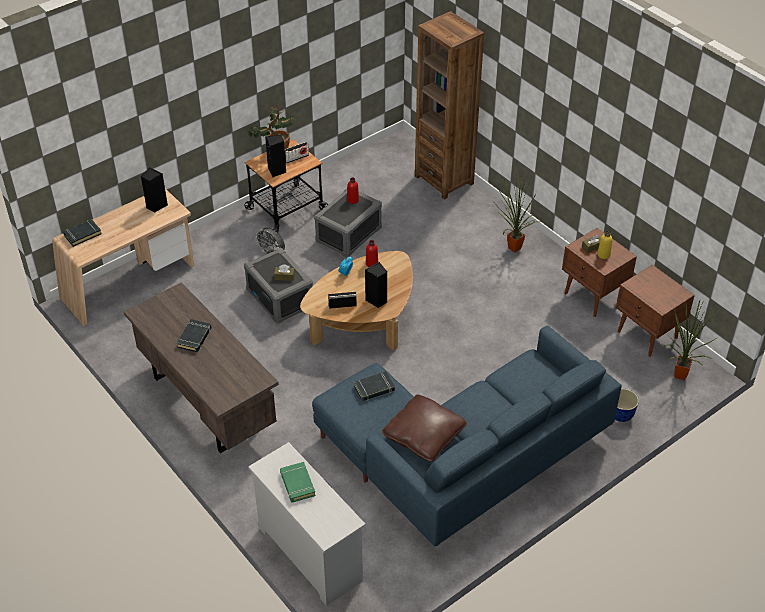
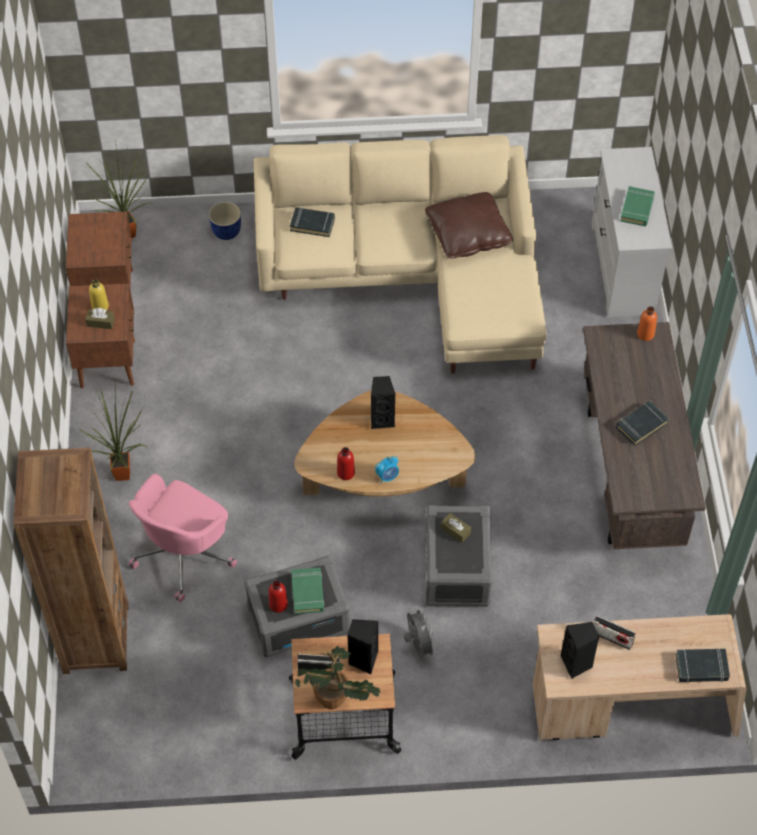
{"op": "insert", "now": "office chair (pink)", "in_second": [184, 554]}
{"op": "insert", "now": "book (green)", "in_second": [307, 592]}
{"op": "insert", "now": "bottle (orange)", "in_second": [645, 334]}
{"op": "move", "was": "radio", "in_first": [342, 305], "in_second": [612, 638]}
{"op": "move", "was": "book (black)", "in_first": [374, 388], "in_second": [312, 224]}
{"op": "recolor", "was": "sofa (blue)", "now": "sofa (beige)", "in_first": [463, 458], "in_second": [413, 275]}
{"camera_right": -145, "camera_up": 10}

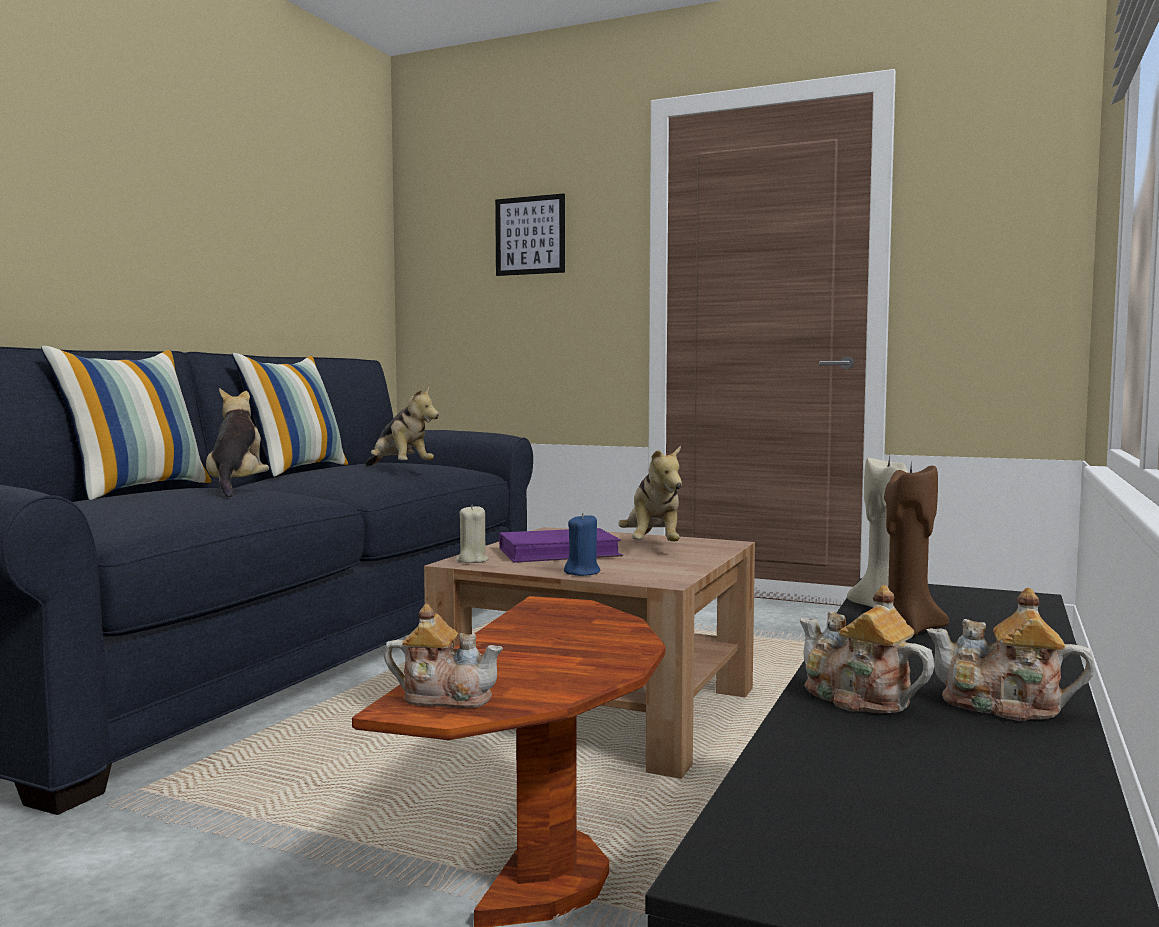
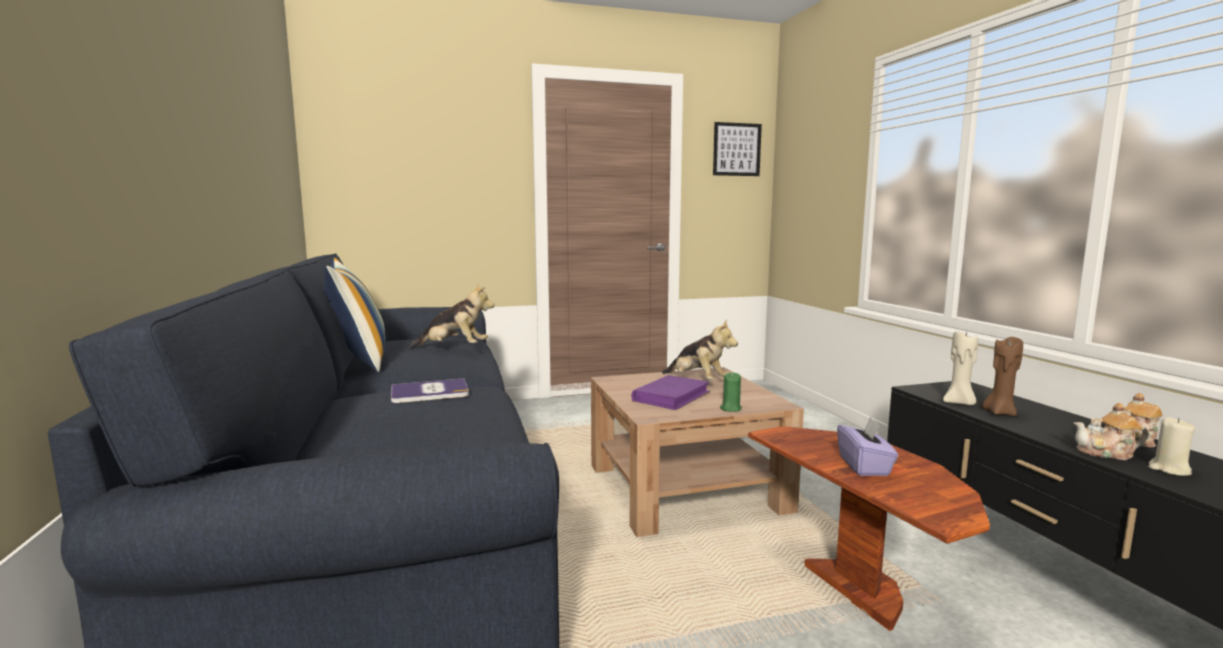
{"op": "delete", "was": "pillow", "in_first": [136, 490]}
{"op": "delete", "was": "teapot", "in_first": [445, 697]}
{"op": "insert", "now": "tissue box (purple)", "in_second": [864, 466]}
{"op": "move", "was": "candle (beige)", "in_first": [472, 560], "in_second": [1169, 469]}
{"op": "move", "was": "picture", "in_first": [530, 235], "in_second": [736, 149]}
{"op": "replace", "was": "plush toy", "now": "book", "in_first": [237, 488], "in_second": [429, 392]}
{"op": "recolor", "was": "candle (blue)", "now": "candle (green)", "in_first": [582, 572], "in_second": [730, 408]}
{"camera_right": -40, "camera_up": 5}

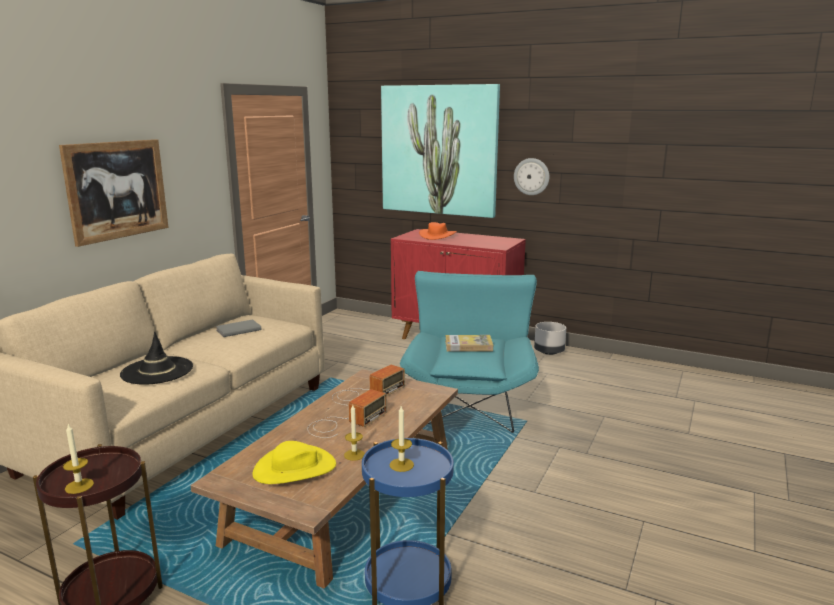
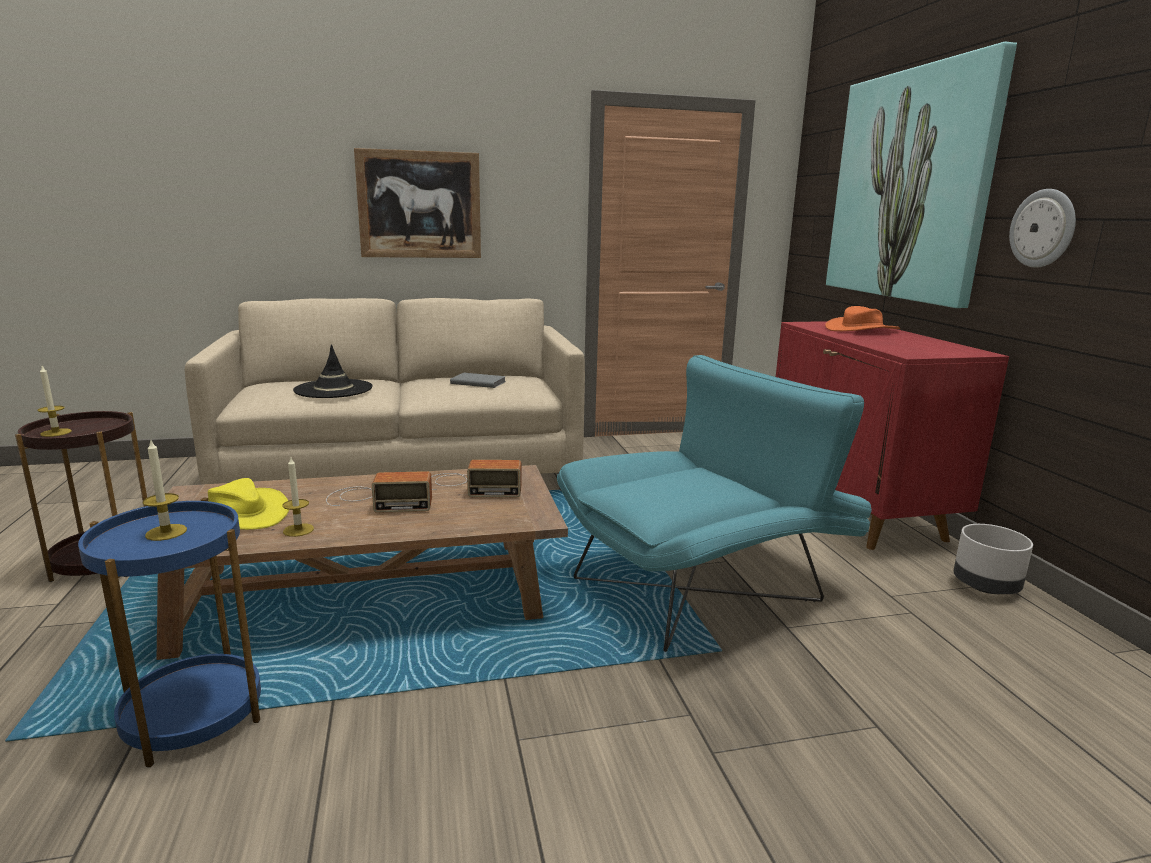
{"op": "delete", "was": "book", "in_first": [468, 345]}
{"camera_right": 50, "camera_up": 0}

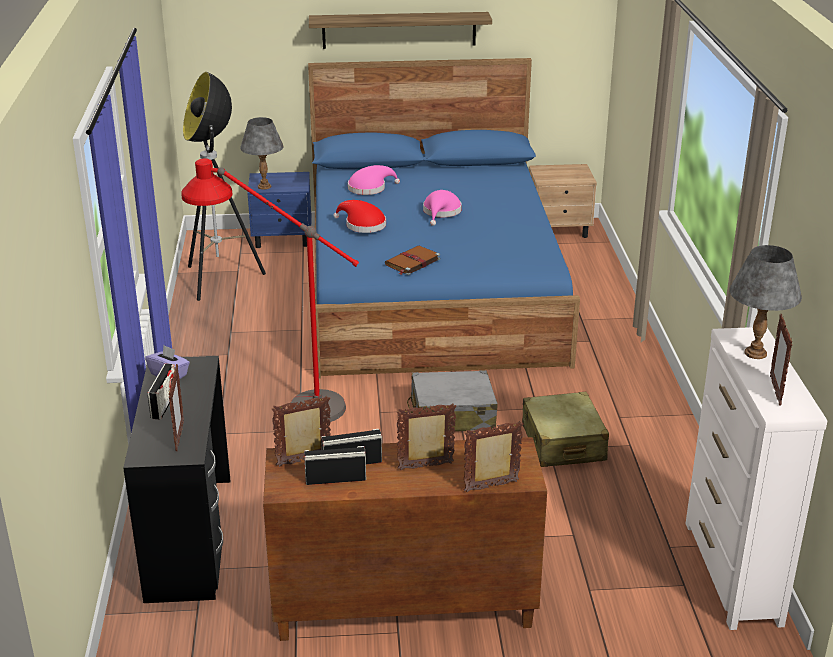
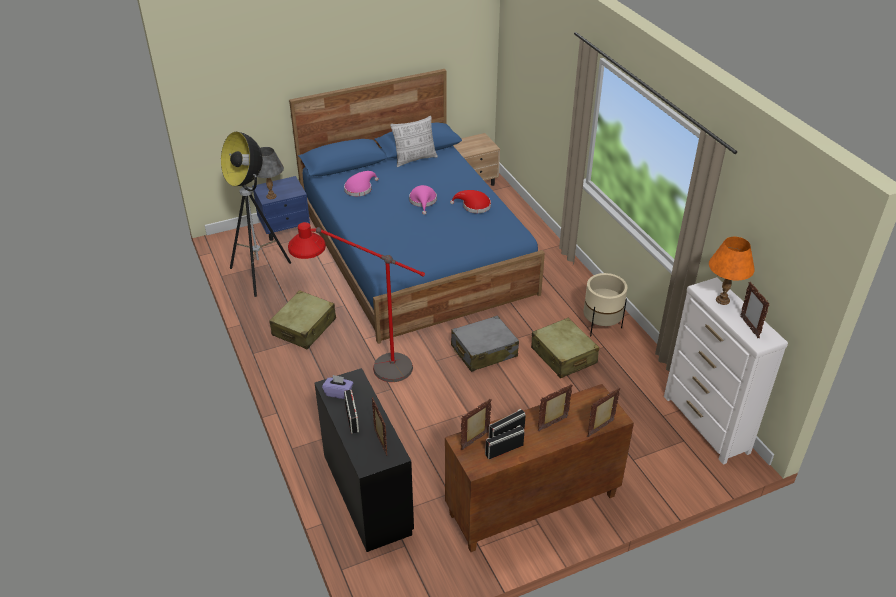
{"op": "delete", "was": "shelf", "in_first": [399, 30]}
{"op": "delete", "was": "book (brown)", "in_first": [412, 262]}
{"op": "insert", "now": "suitcase (beige)", "in_second": [304, 327]}
{"op": "insert", "now": "pillow", "in_second": [415, 159]}
{"op": "insert", "now": "planter (beige)", "in_second": [601, 326]}
{"op": "move", "was": "hat (red)", "in_first": [362, 225], "in_second": [474, 206]}
{"op": "recolor", "was": "table lamp (grey)", "now": "table lamp (orange)", "in_first": [755, 353], "in_second": [722, 300]}
{"camera_right": -20, "camera_up": 10}

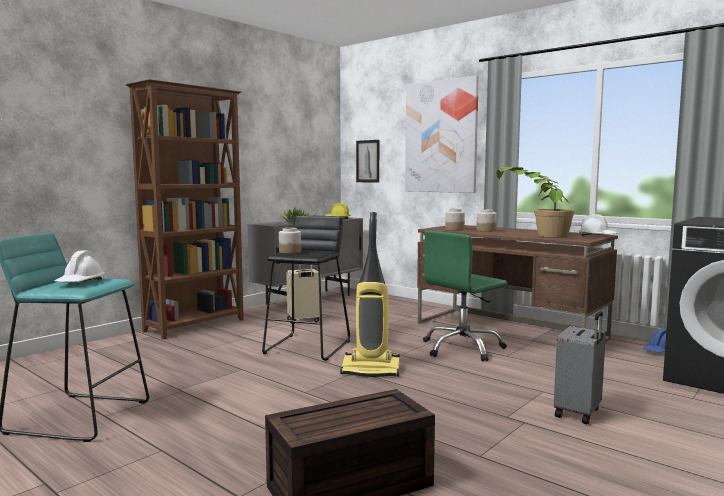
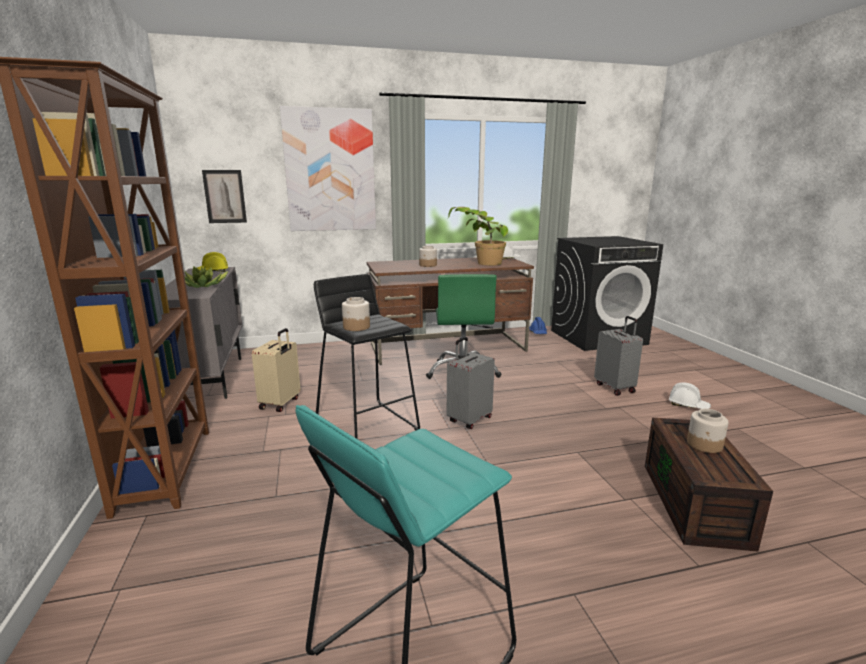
{"op": "move", "was": "hard hat (white)", "in_first": [80, 282], "in_second": [688, 405]}
{"op": "move", "was": "jar", "in_first": [454, 229], "in_second": [704, 445]}
{"op": "replace", "was": "vacuum cleaner", "now": "suitcase (grey)", "in_first": [371, 370], "in_second": [469, 419]}
{"camera_right": -55, "camera_up": 10}

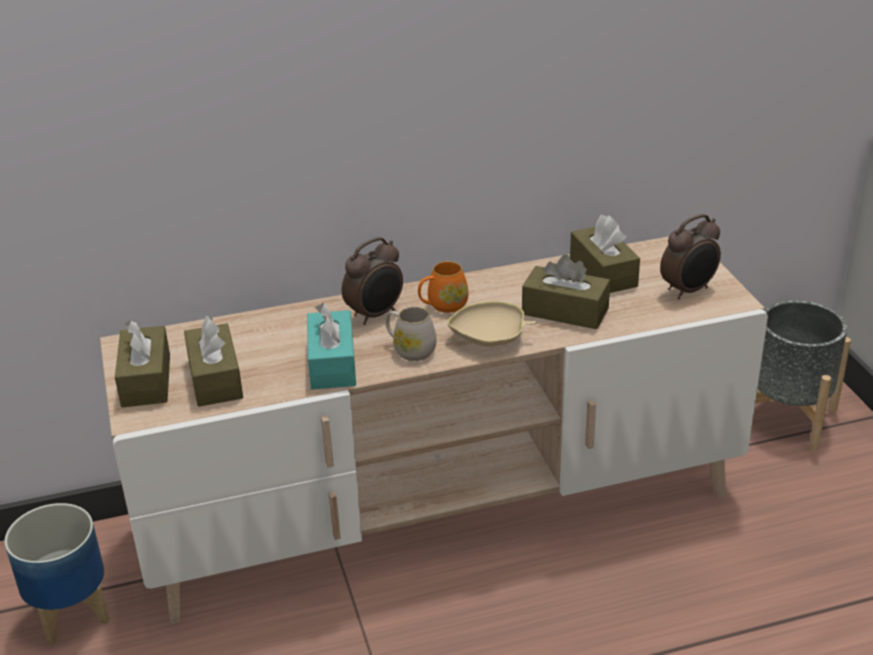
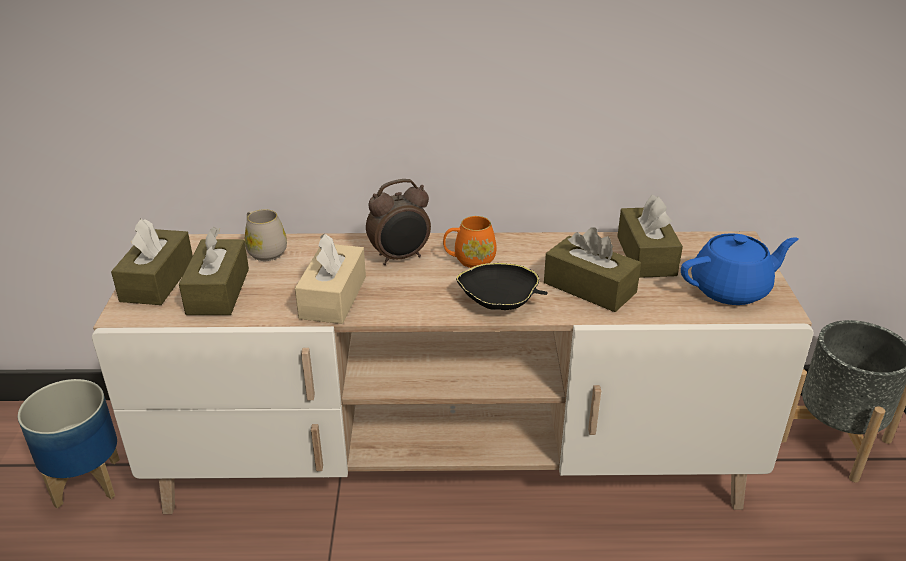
{"op": "move", "was": "mug (white)", "in_first": [410, 350], "in_second": [264, 250]}
{"op": "replace", "was": "alarm clock", "now": "teapot (blue)", "in_first": [688, 290], "in_second": [731, 289]}
{"op": "recolor", "was": "tissue box (turquoise)", "now": "tissue box (beige)", "in_first": [332, 364], "in_second": [333, 297]}
{"op": "recolor", "was": "bowl (beige)", "now": "bowl (black)", "in_first": [490, 339], "in_second": [500, 302]}
{"camera_right": 15, "camera_up": 0}

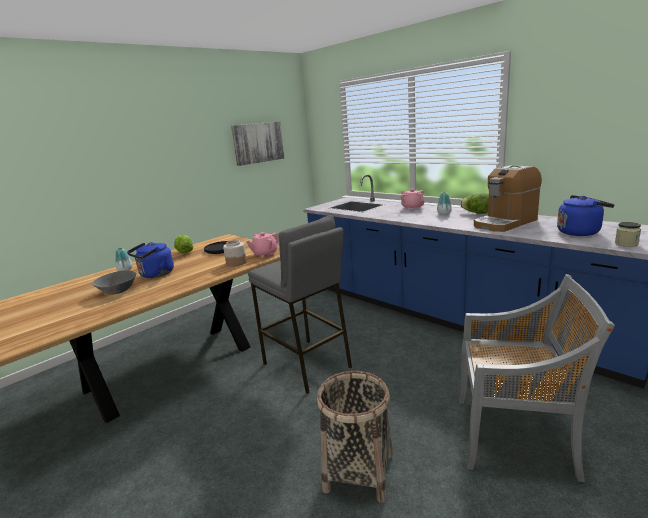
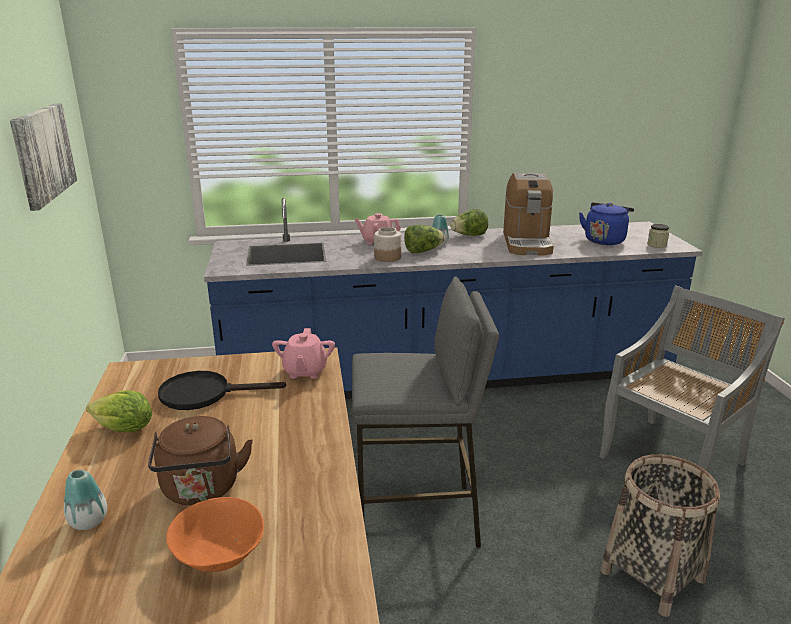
{"op": "insert", "now": "lettuce", "in_second": [423, 251]}
{"op": "move", "was": "jar", "in_first": [236, 263], "in_second": [387, 257]}
{"op": "recolor", "was": "bowl (grey)", "now": "bowl (orange)", "in_first": [117, 291], "in_second": [218, 555]}
{"op": "recolor", "was": "kettle (blue)", "now": "kettle (brown)", "in_first": [155, 275], "in_second": [201, 490]}
{"camera_right": -55, "camera_up": 5}

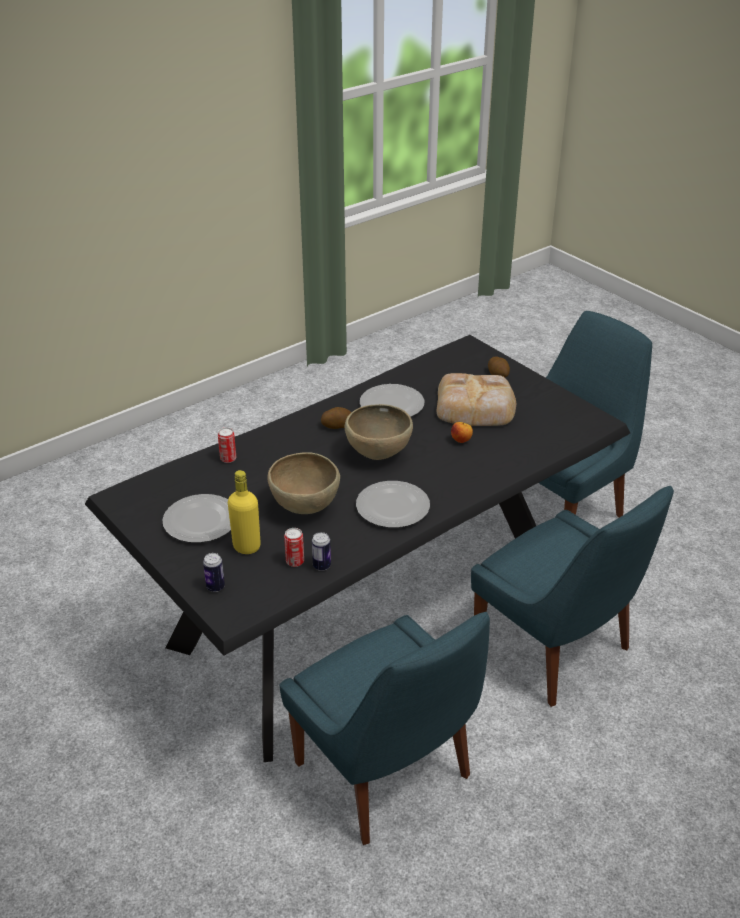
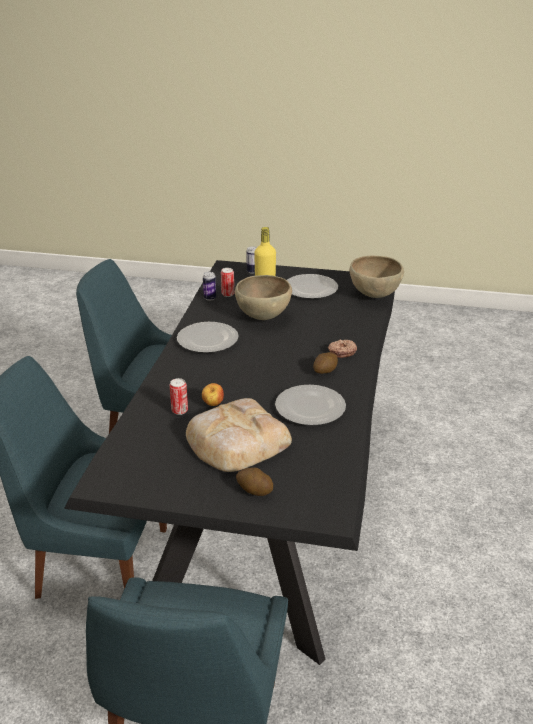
{"op": "insert", "now": "donut", "in_second": [342, 352]}
{"op": "move", "was": "can", "in_first": [228, 459], "in_second": [179, 411]}
{"op": "move", "was": "bowl (brown)", "in_first": [378, 455], "in_second": [374, 295]}
{"camera_right": 140, "camera_up": -5}

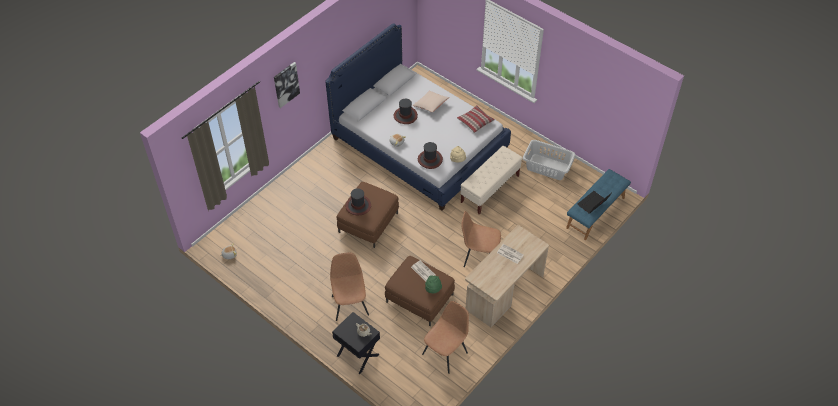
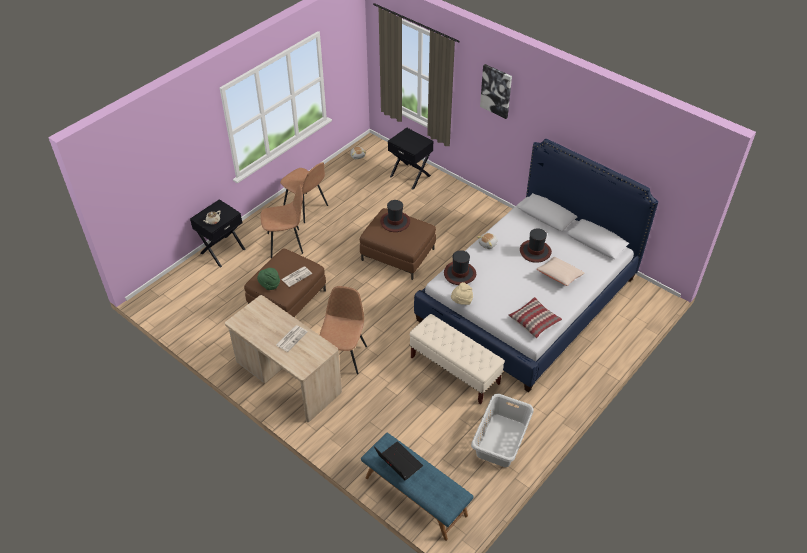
{"op": "insert", "now": "nightstand (black)", "in_second": [410, 176]}
{"op": "move", "was": "chair (brown)", "in_first": [445, 352], "in_second": [306, 208]}
{"camera_right": 90, "camera_up": -5}

